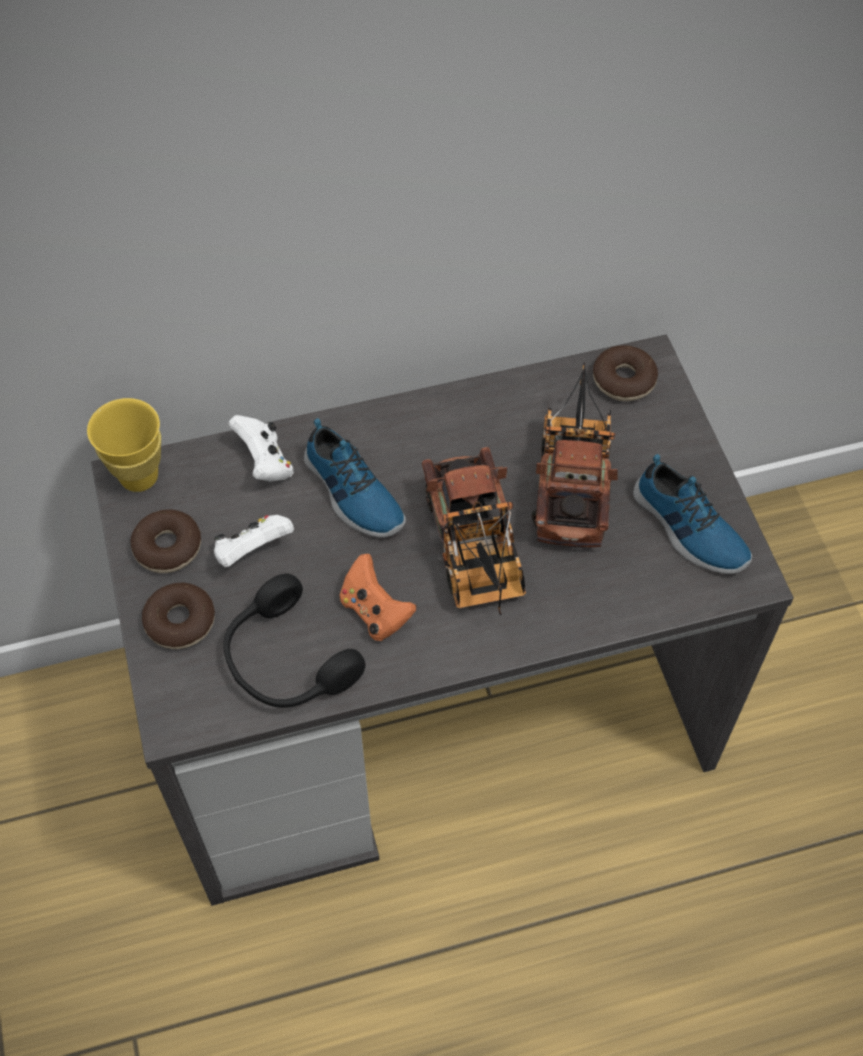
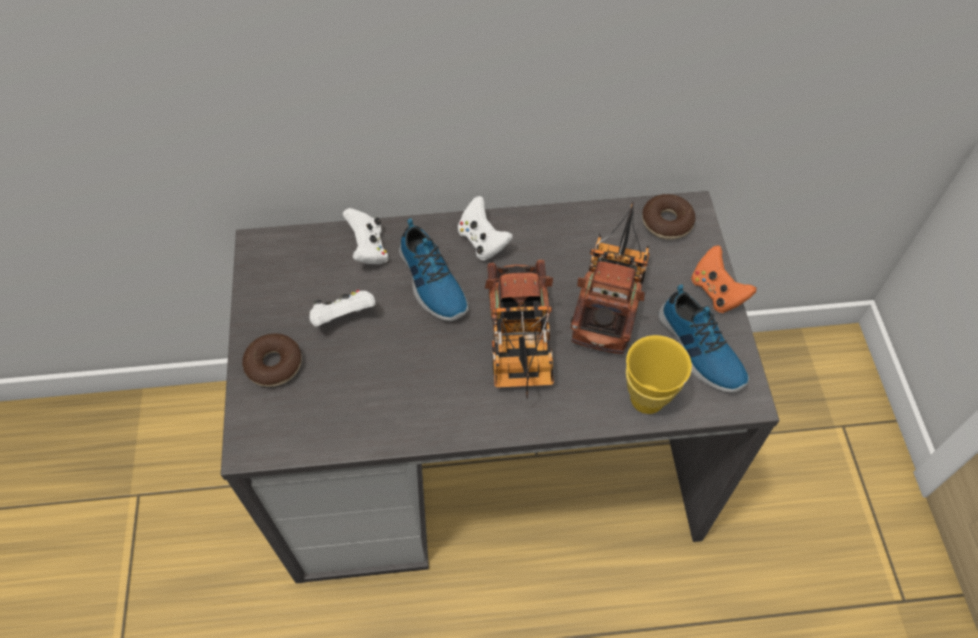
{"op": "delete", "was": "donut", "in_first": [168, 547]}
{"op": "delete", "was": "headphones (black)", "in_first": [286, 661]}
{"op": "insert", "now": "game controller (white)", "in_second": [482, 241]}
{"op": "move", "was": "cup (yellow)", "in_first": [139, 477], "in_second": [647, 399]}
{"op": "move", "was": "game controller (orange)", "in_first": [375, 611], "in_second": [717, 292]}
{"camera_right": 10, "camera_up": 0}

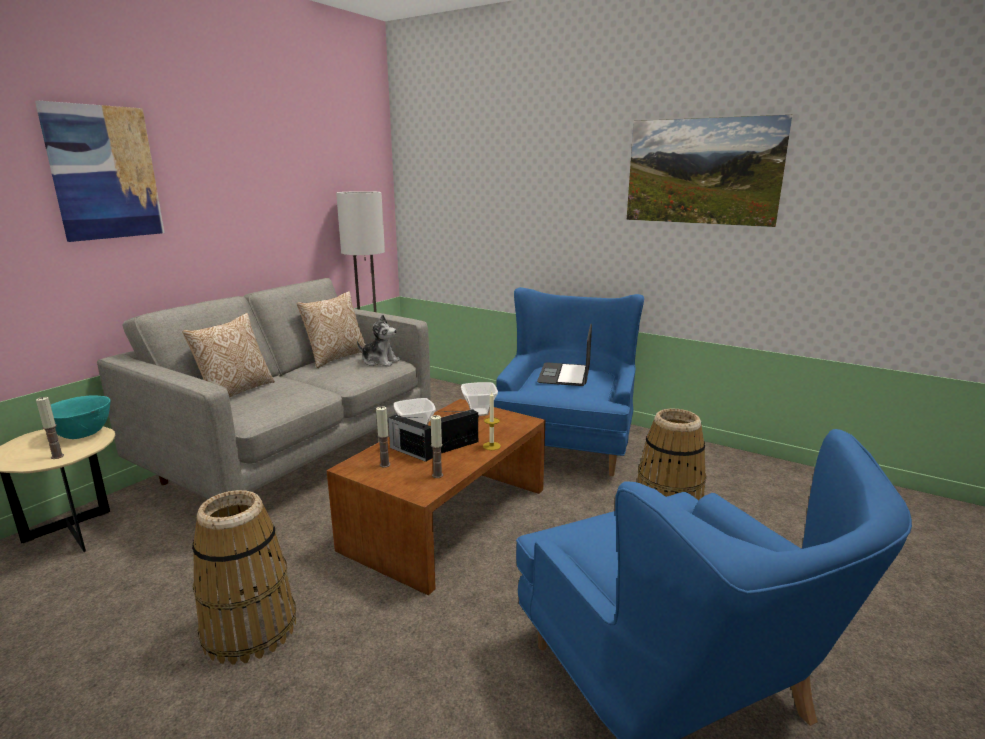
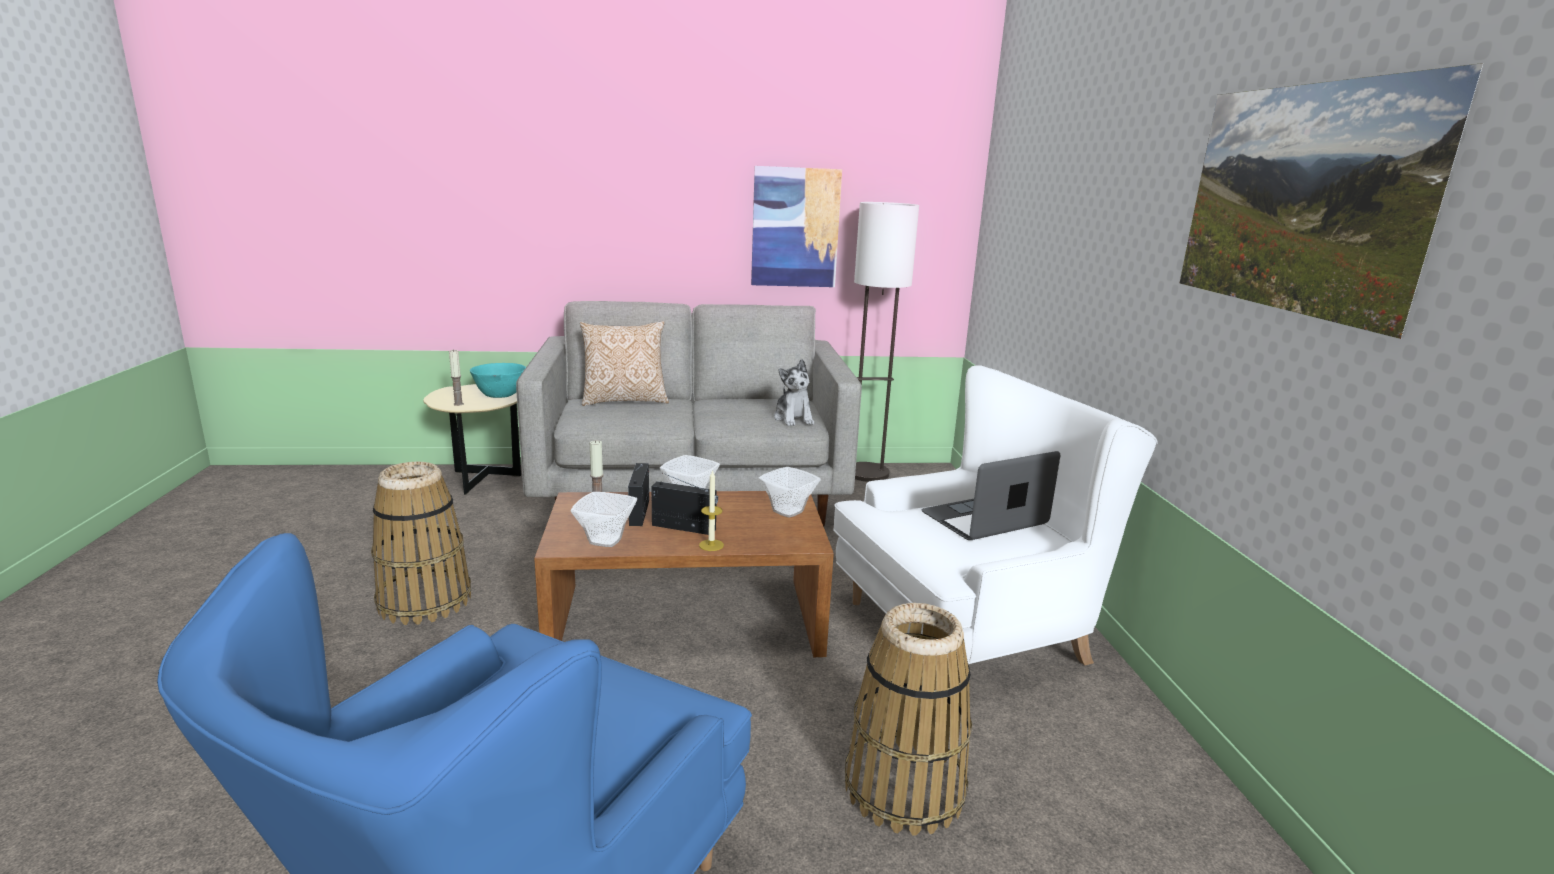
{"op": "delete", "was": "pillow", "in_first": [336, 358]}
{"op": "move", "was": "picture", "in_first": [104, 173], "in_second": [795, 227]}
{"op": "replace", "was": "candle", "now": "bowl", "in_first": [437, 475], "in_second": [606, 541]}
{"op": "recolor", "was": "armchair (blue)", "now": "armchair (white)", "in_first": [567, 443], "in_second": [972, 630]}
{"camera_right": 50, "camera_up": 0}

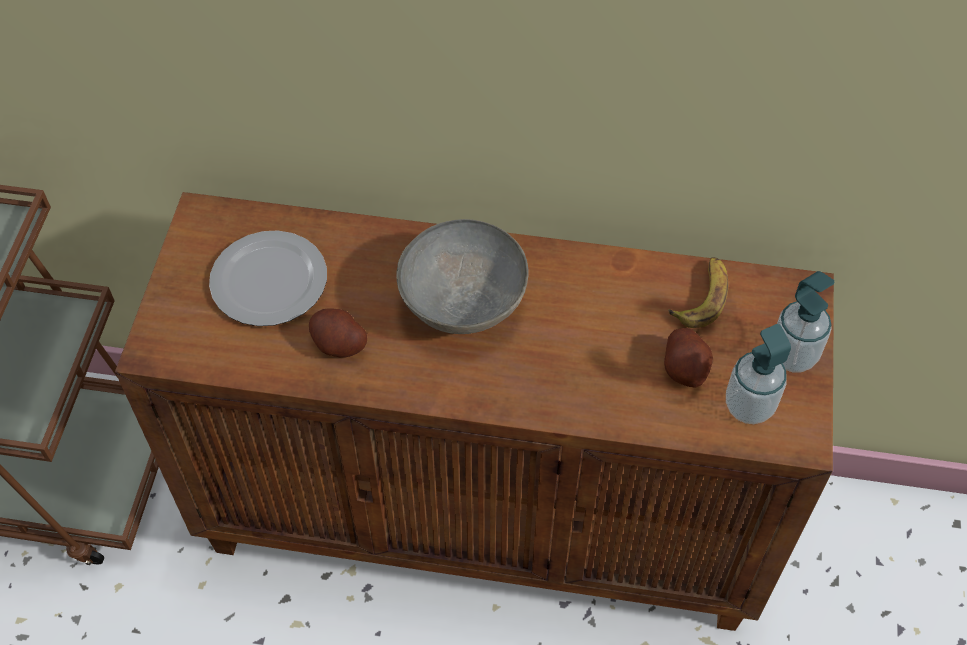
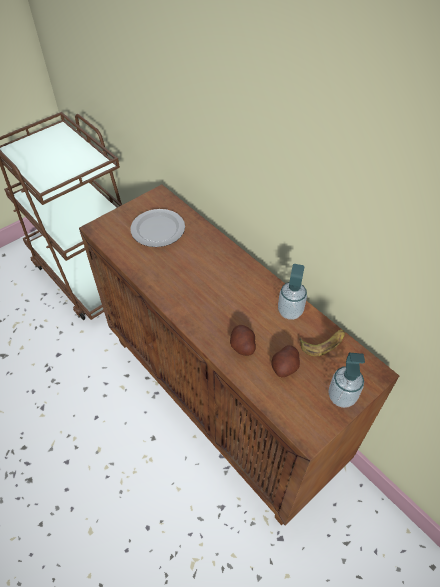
{"op": "delete", "was": "bowl (grey)", "in_first": [462, 306]}
{"op": "move", "was": "potato", "in_first": [339, 344], "in_second": [242, 346]}
{"op": "move", "was": "soap dispenser", "in_first": [749, 406], "in_second": [290, 311]}
{"camera_right": 40, "camera_up": -5}

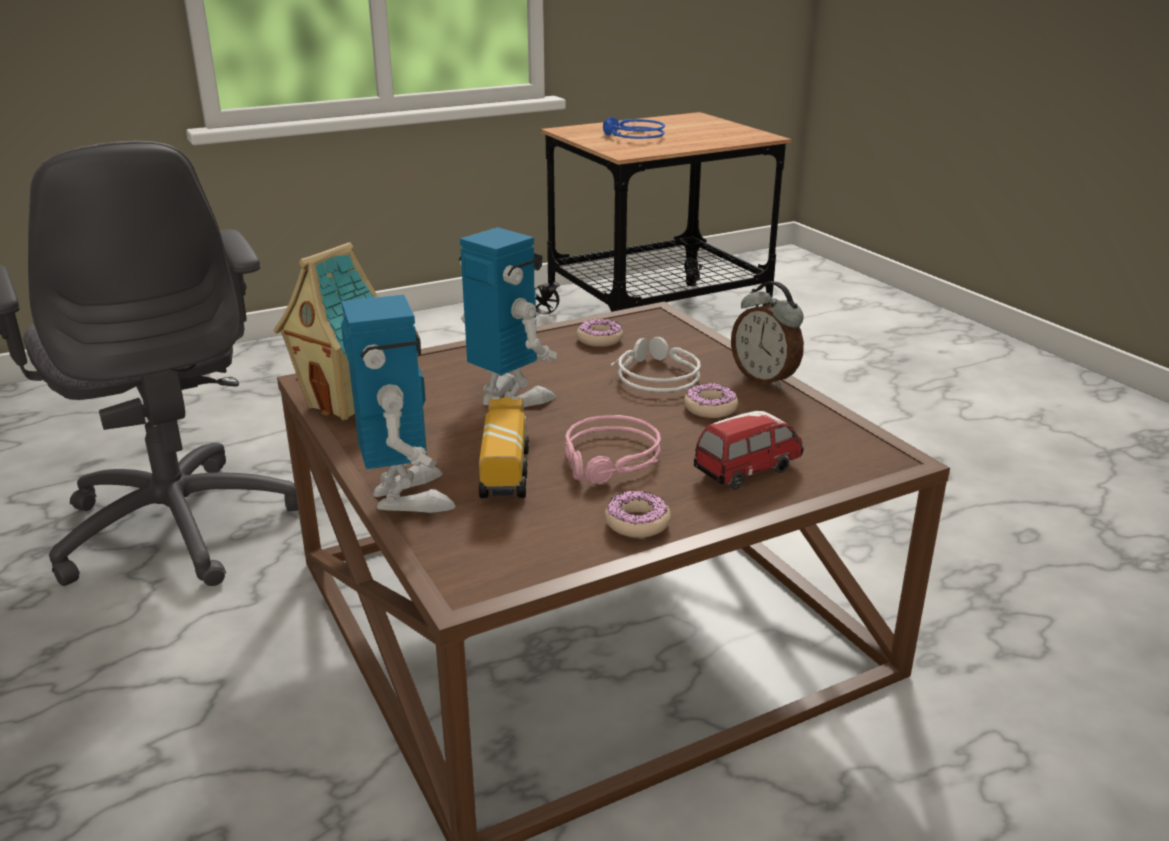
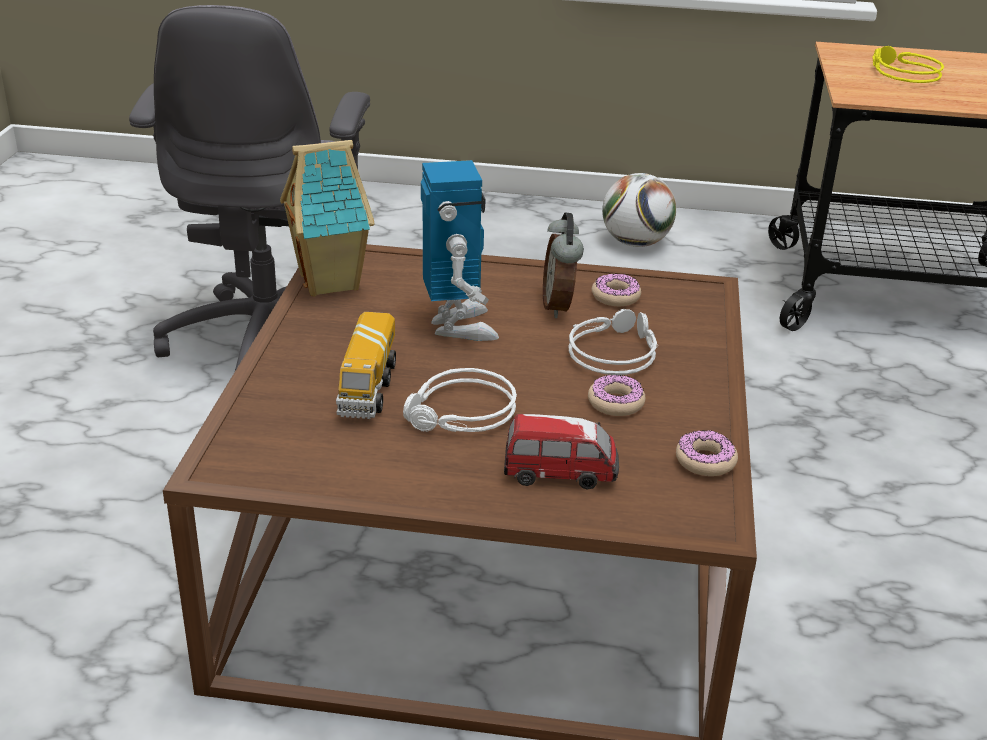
{"op": "delete", "was": "toy robot", "in_first": [406, 496]}
{"op": "insert", "now": "football", "in_second": [635, 243]}
{"op": "move", "was": "donut", "in_first": [637, 523], "in_second": [705, 461]}
{"op": "move", "was": "alarm clock", "in_first": [765, 379], "in_second": [559, 306]}
{"op": "recolor", "was": "headphones (pink)", "now": "headphones (white)", "in_first": [611, 460], "in_second": [460, 415]}
{"op": "recolor", "was": "headphones (blue)", "now": "headphones (yellow)", "in_first": [632, 136], "in_second": [901, 74]}
{"op": "rotate", "was": "toy truck", "in_first": [505, 472], "in_second": [367, 389], "clockwise": 150}
{"camera_right": 35, "camera_up": 5}

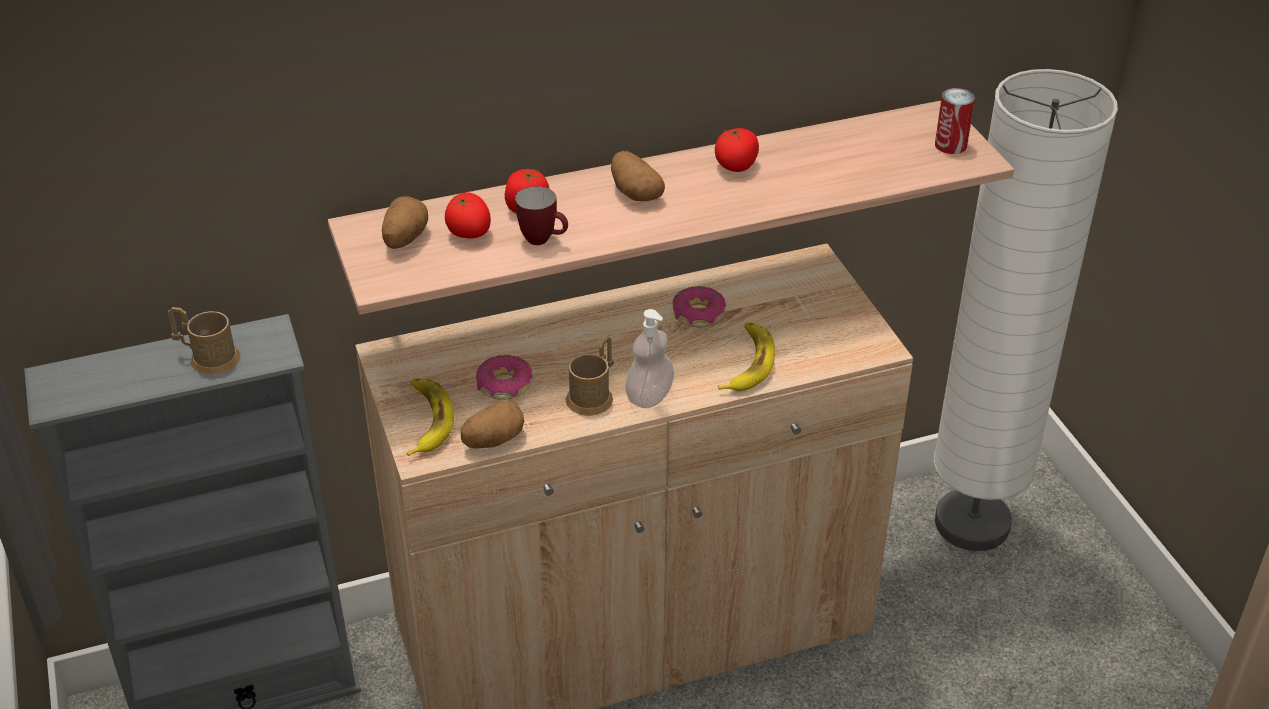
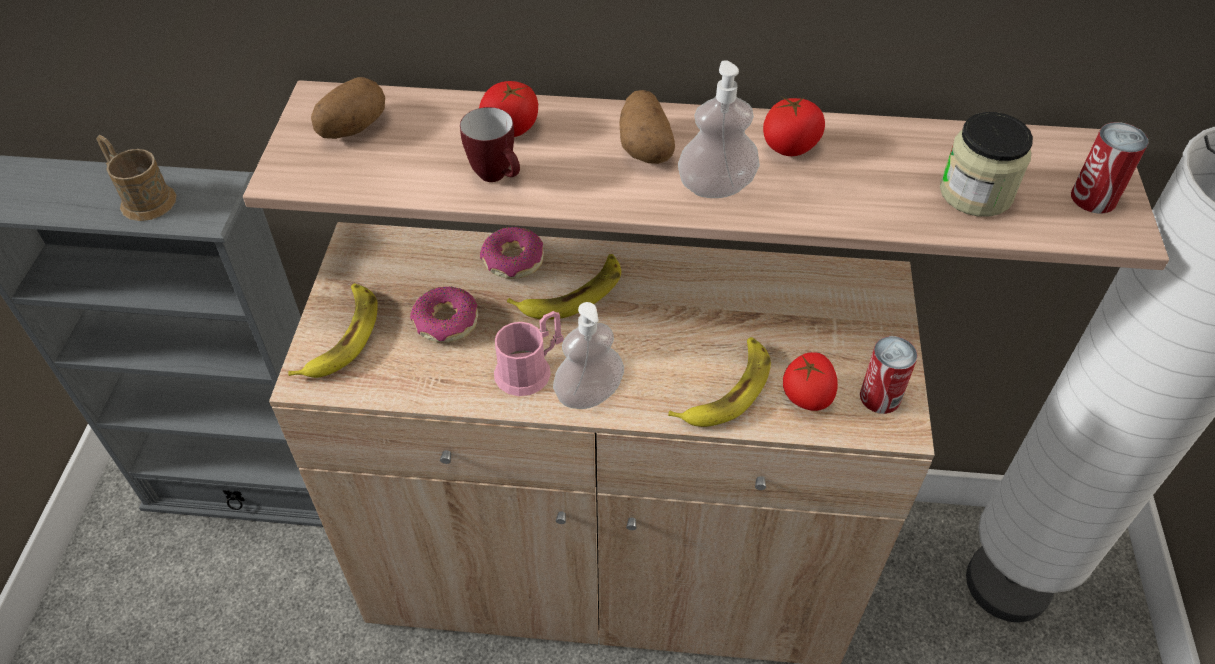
{"op": "delete", "was": "potato", "in_first": [493, 440]}
{"op": "insert", "now": "banana", "in_second": [572, 294]}
{"op": "insert", "now": "soap dispenser", "in_second": [716, 187]}
{"op": "insert", "now": "can", "in_second": [880, 397]}
{"op": "insert", "now": "jar", "in_second": [975, 193]}
{"op": "move", "was": "tomato", "in_first": [469, 233], "in_second": [807, 396]}
{"op": "move", "was": "donut", "in_first": [698, 315], "in_second": [513, 261]}
{"op": "recolor", "was": "mug (brown)", "now": "mug (pink)", "in_first": [593, 395], "in_second": [530, 369]}
{"camera_right": 25, "camera_up": 10}

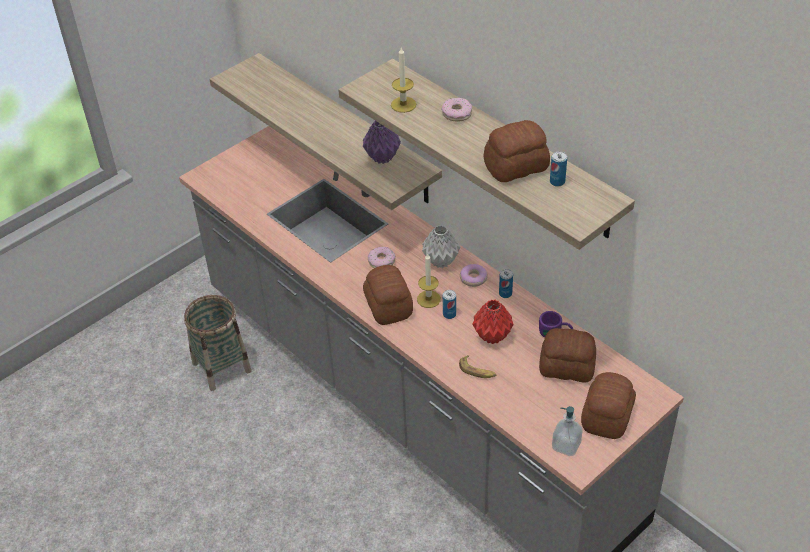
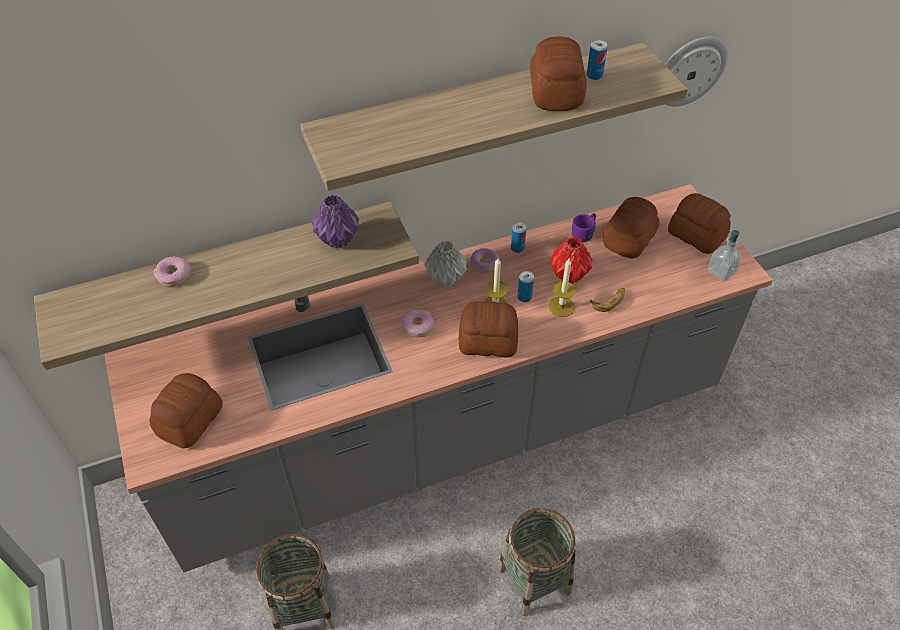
{"op": "insert", "now": "bread", "in_second": [188, 421]}
{"op": "insert", "now": "basket", "in_second": [534, 580]}
{"op": "insert", "now": "wall clock", "in_second": [690, 70]}
{"op": "move", "was": "candle", "in_first": [403, 104], "in_second": [561, 306]}
{"op": "move", "was": "donut", "in_first": [457, 113], "in_second": [174, 275]}
{"camera_right": -70, "camera_up": 5}

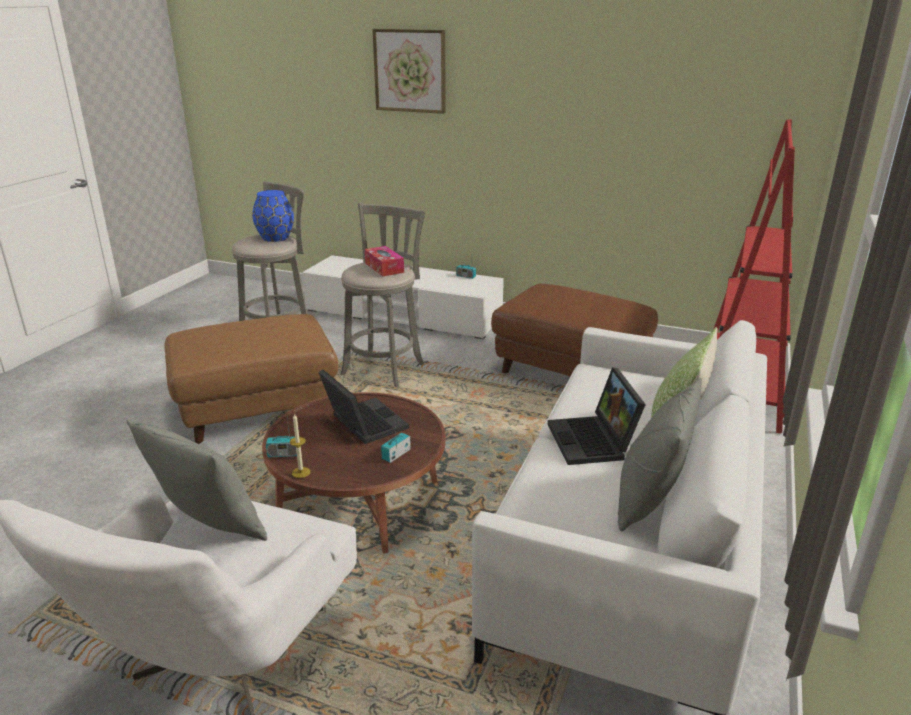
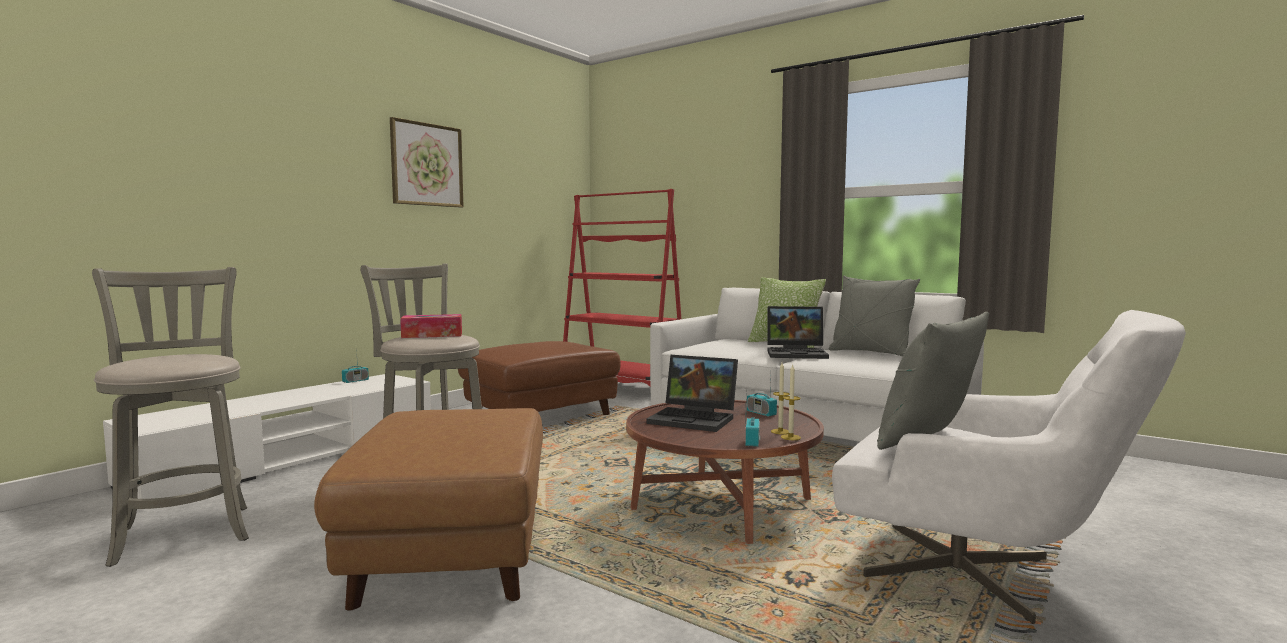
{"op": "delete", "was": "vase (blue)", "in_first": [275, 238]}
{"op": "insert", "now": "candle", "in_second": [780, 431]}
{"op": "move", "was": "picture", "in_first": [410, 71], "in_second": [427, 164]}
{"op": "rotate", "was": "laptop", "in_first": [362, 423], "in_second": [695, 419], "clockwise": -135}
{"camera_right": -75, "camera_up": -20}

